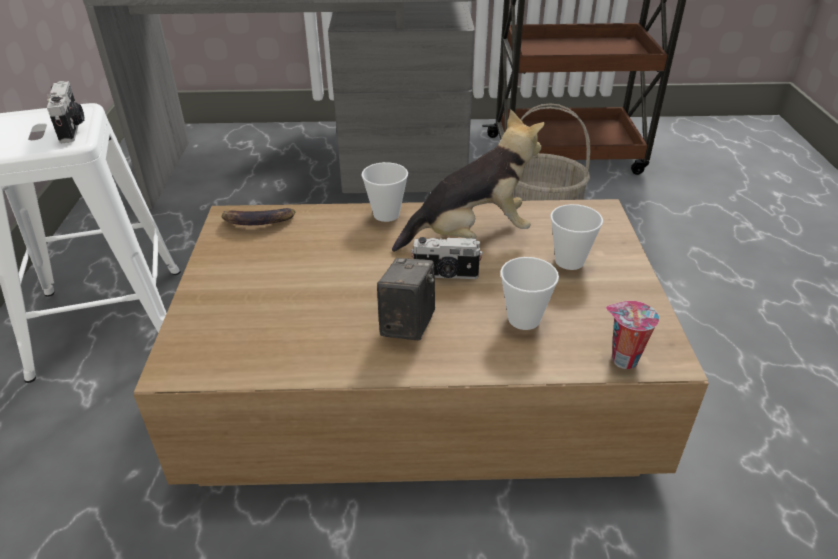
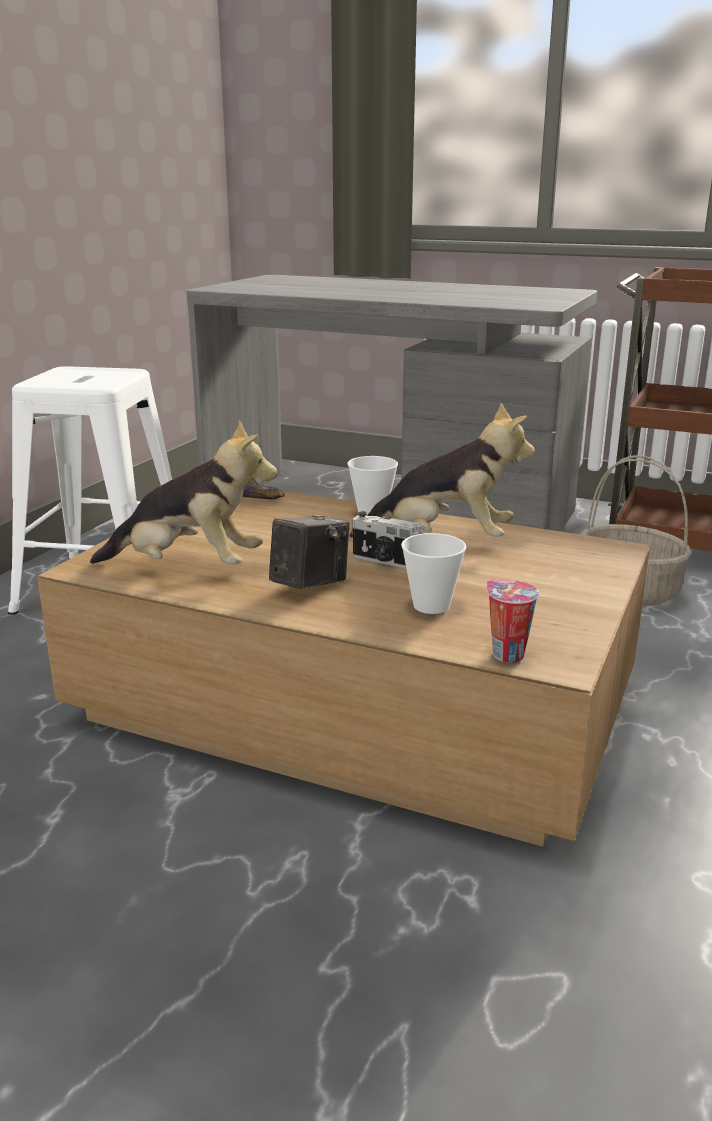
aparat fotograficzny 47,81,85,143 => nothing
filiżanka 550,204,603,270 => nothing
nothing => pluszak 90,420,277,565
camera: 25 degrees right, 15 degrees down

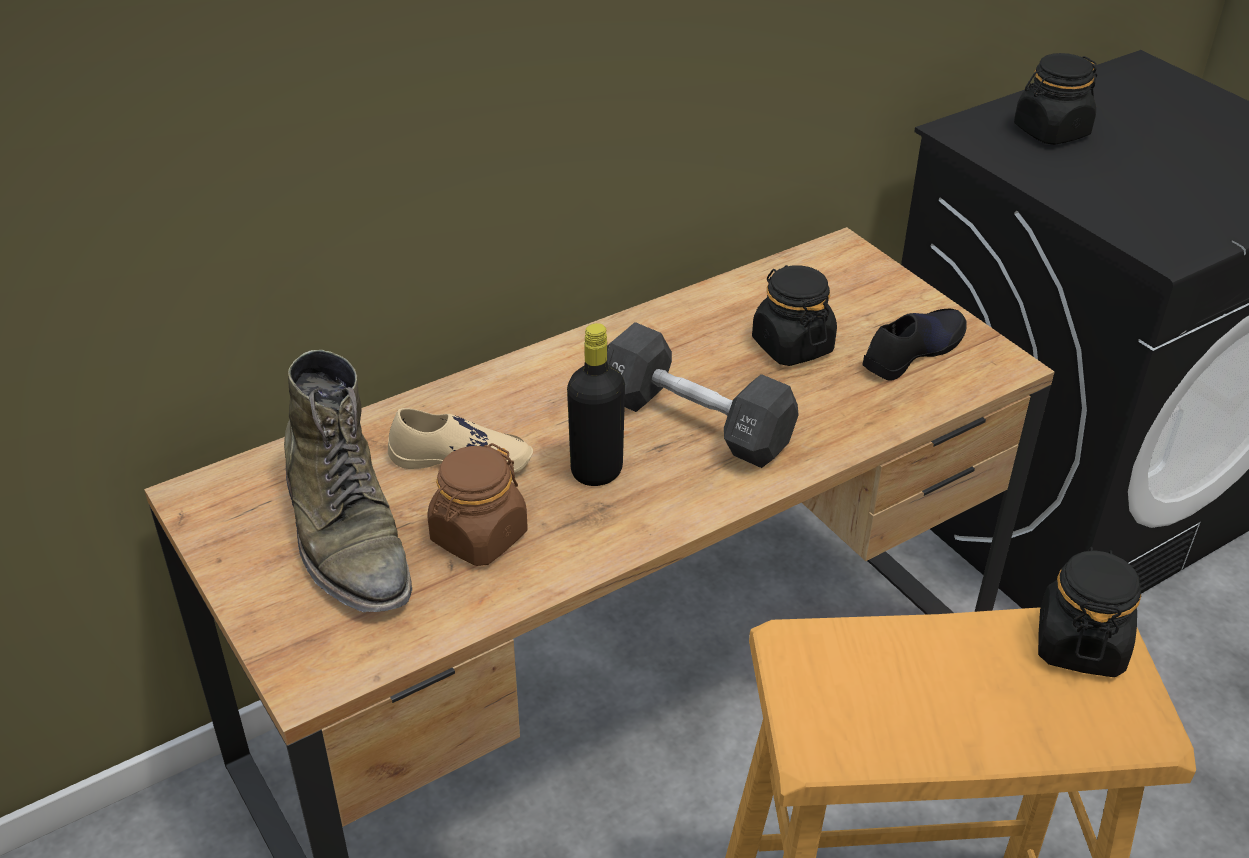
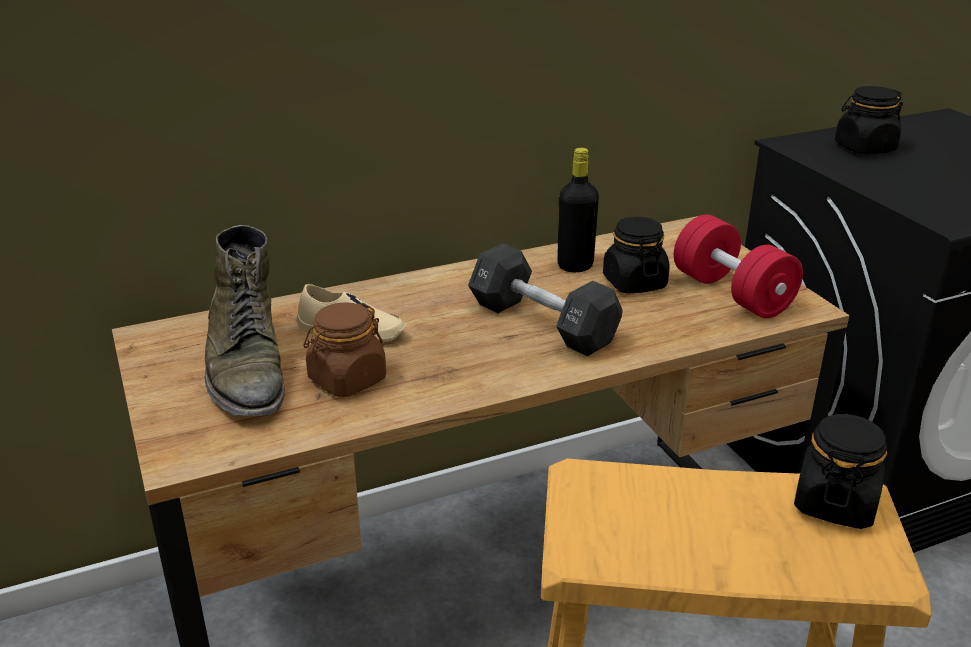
butelka/czarny 567,323,625,486 => butelka/czarny 557,148,599,272, relocated
but/czarny 862,309,967,381 => hantel/czerwony 674,214,803,318
camera: 10 degrees right, 10 degrees down

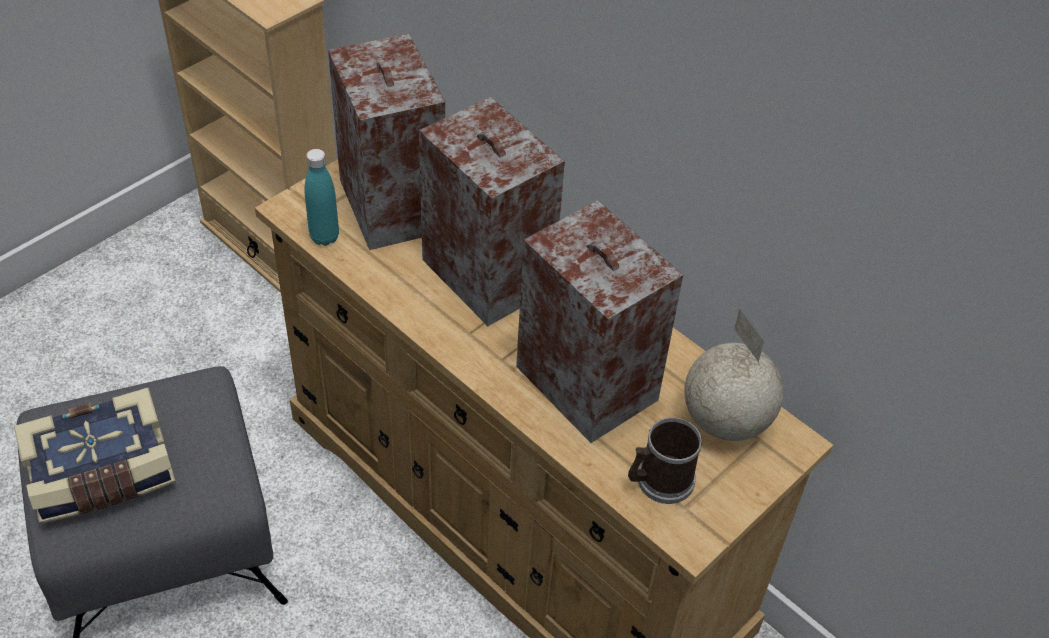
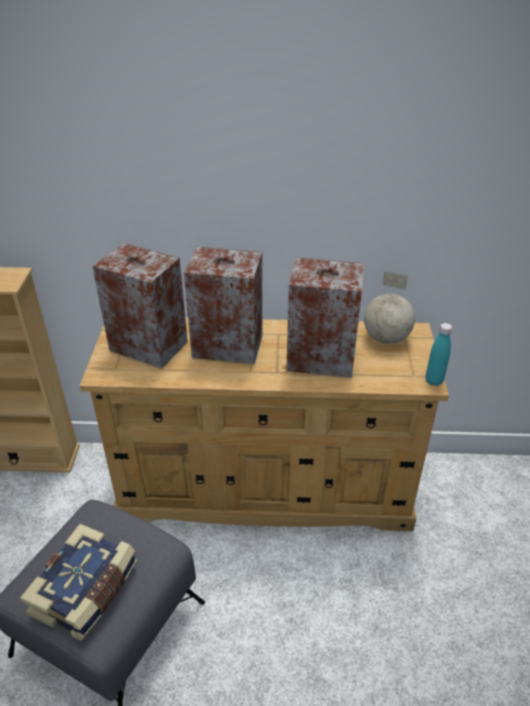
kubek 628,417,702,504 => nothing
butelka/turkusowy 305,149,339,246 => butelka/turkusowy 425,323,452,386, relocated
camera: 40 degrees left, 10 degrees down

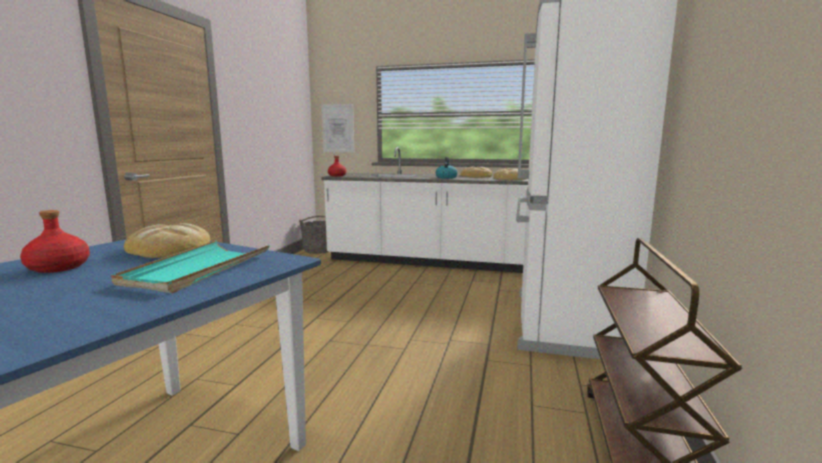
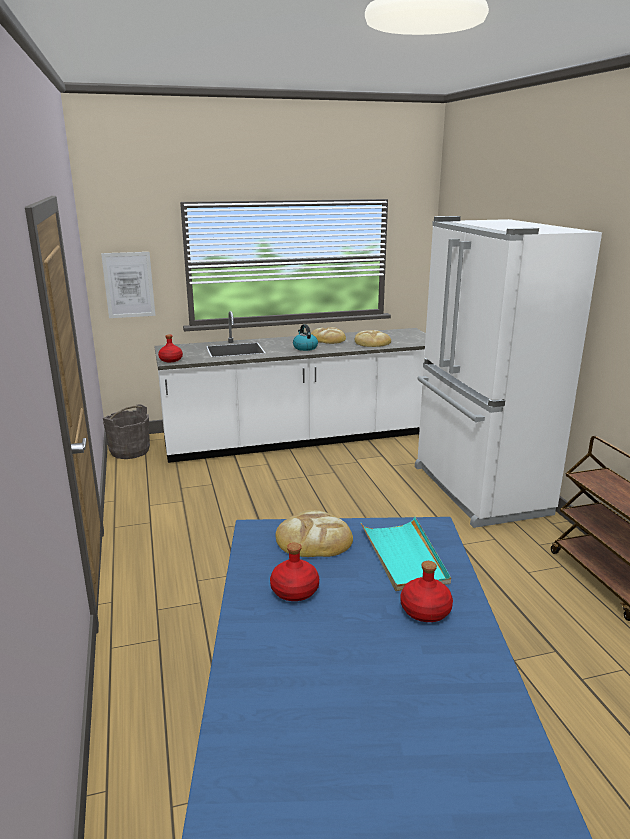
nothing => butelka/czerwony 401,561,453,622
camera: 30 degrees left, 10 degrees up

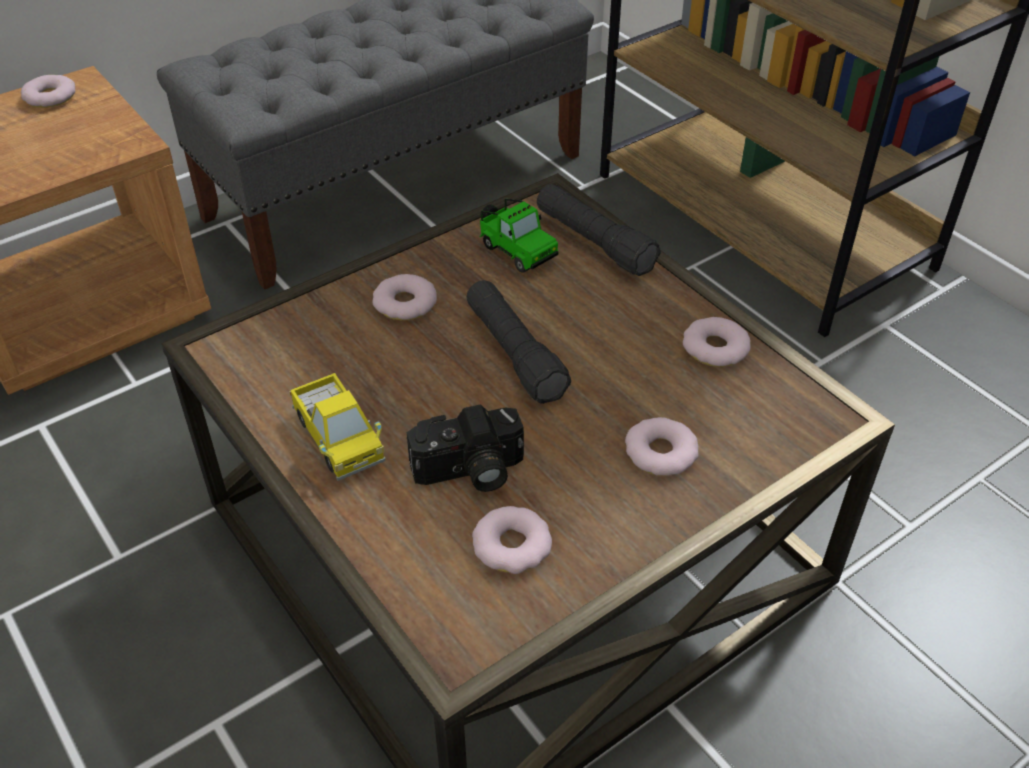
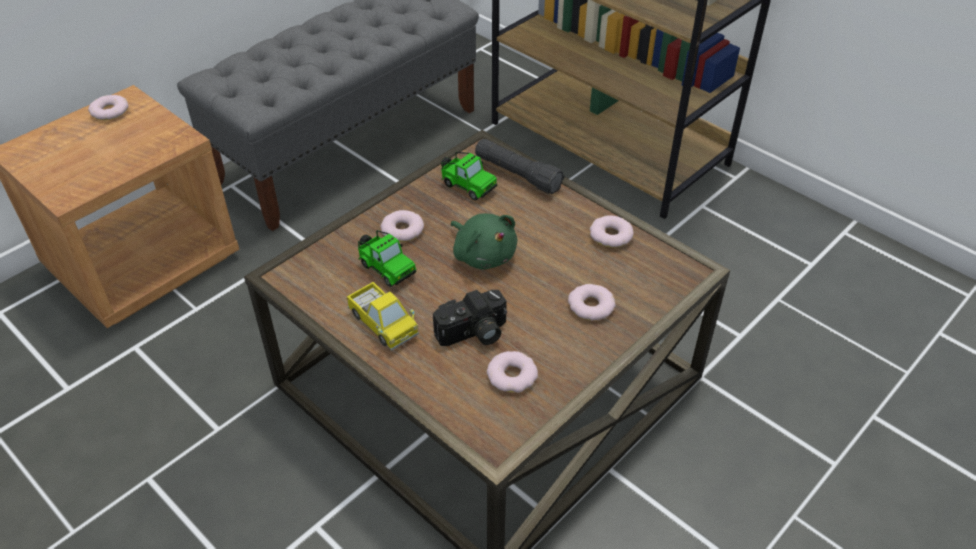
nothing => samochodzik 358,230,417,287
latarka/czarny 467,280,571,404 => pluszak/zielony 451,213,517,270
camera: 10 degrees left, 0 degrees up

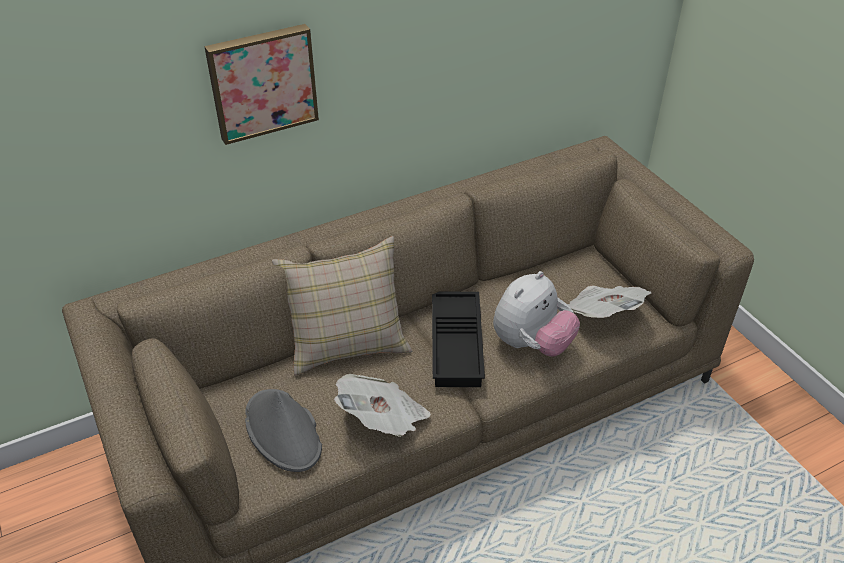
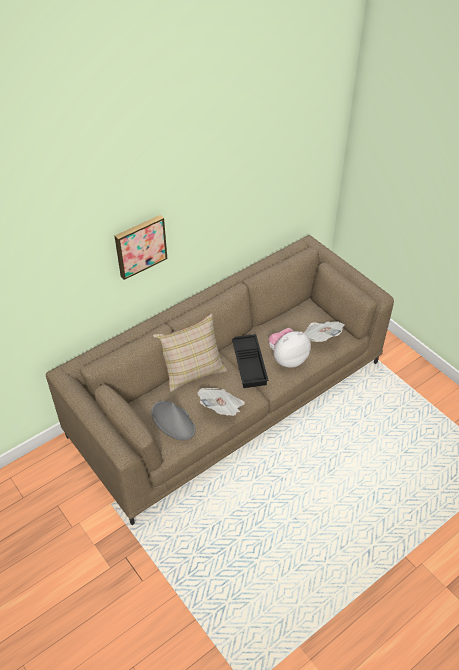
pluszak 493,271,580,357 => pluszak 268,328,311,368, 150 degrees counterclockwise
camera: 10 degrees left, 5 degrees up

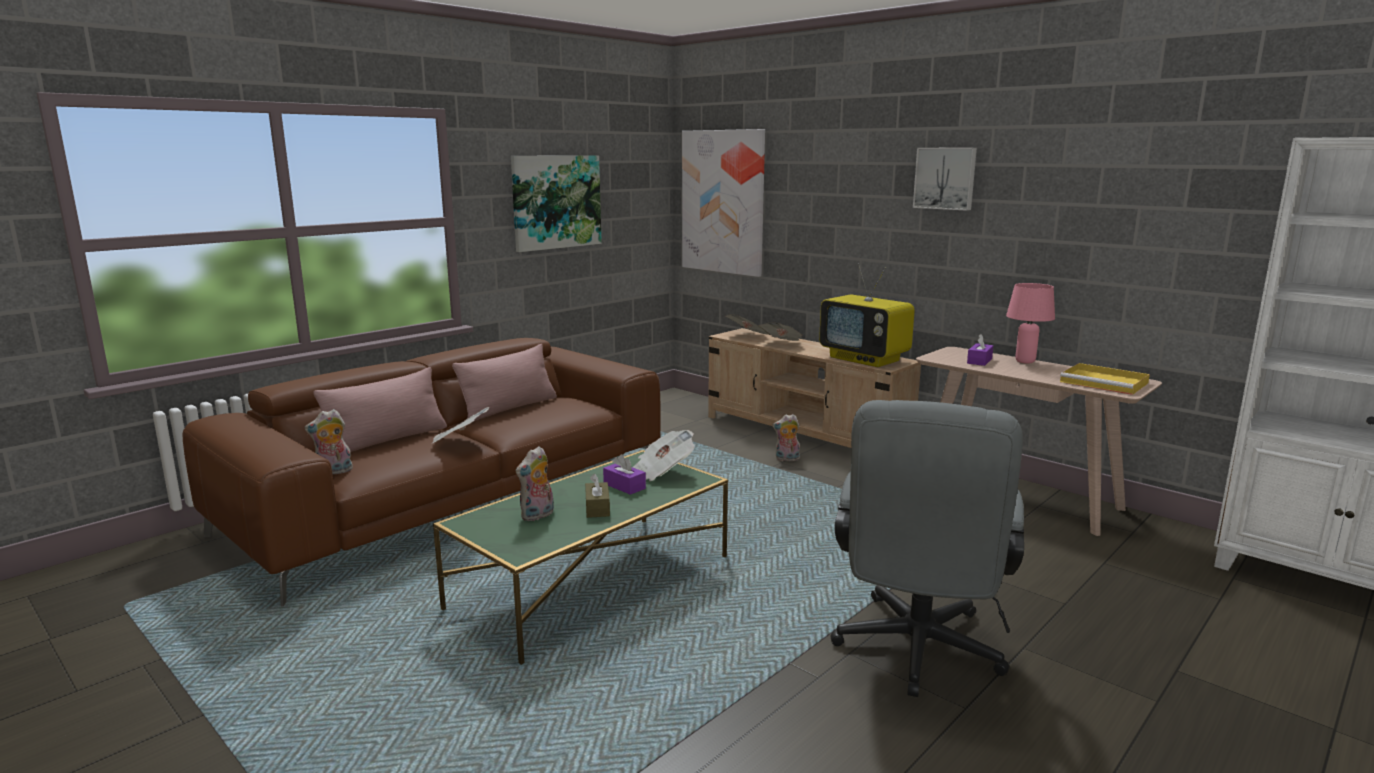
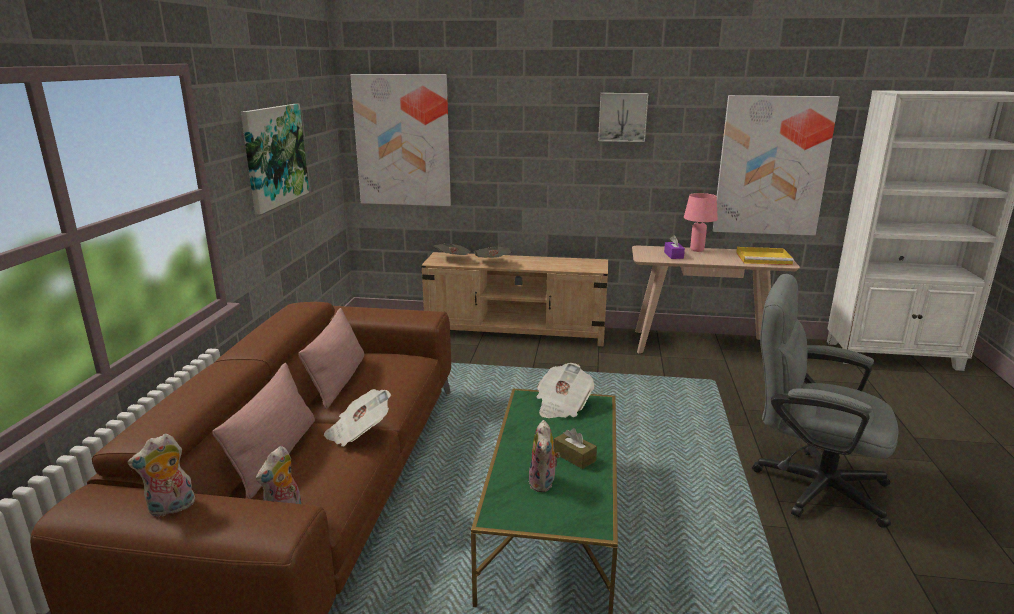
pudełko chusteczek/fioletowy 603,454,646,495 => nothing
telewizor 819,263,915,367 => nothing
nothing => obraz 713,95,839,236
pluszak 772,414,800,461 => pluszak 128,434,195,517, relocated
krzesło biurowe/szary 831,400,1024,697 => krzesło biurowe/szary 752,274,898,528, 135 degrees clockwise
camera: 35 degrees left, 5 degrees up

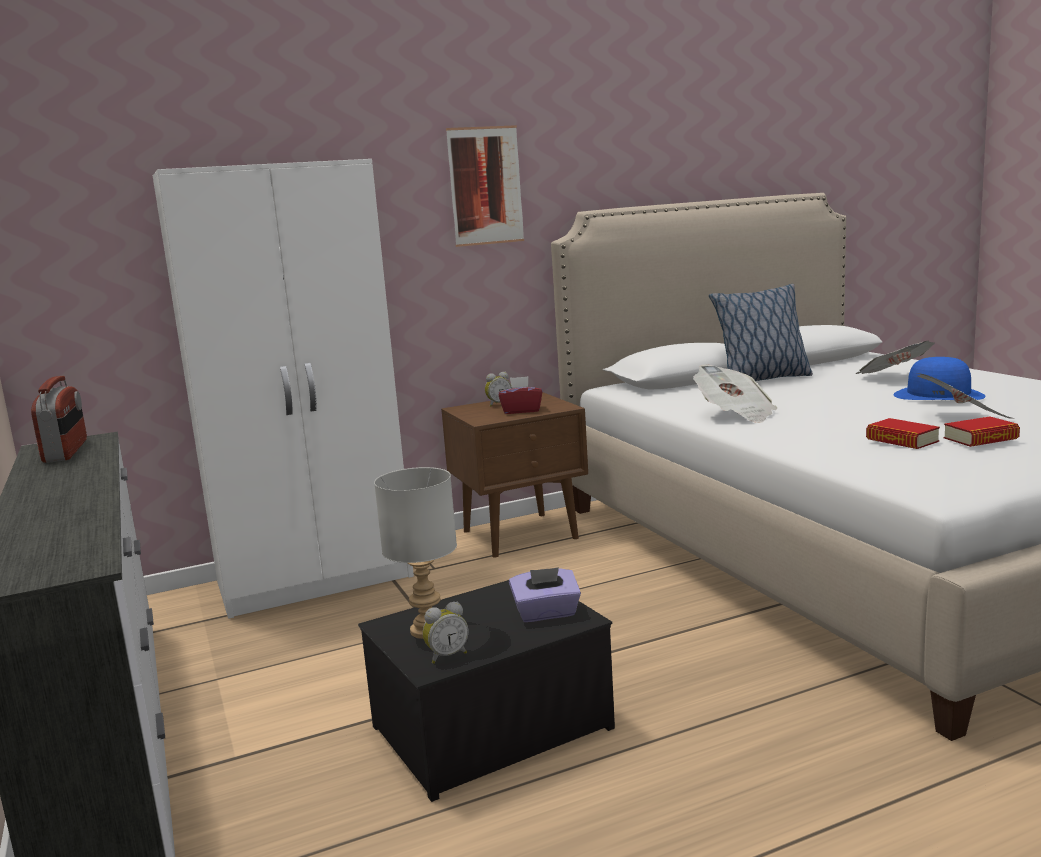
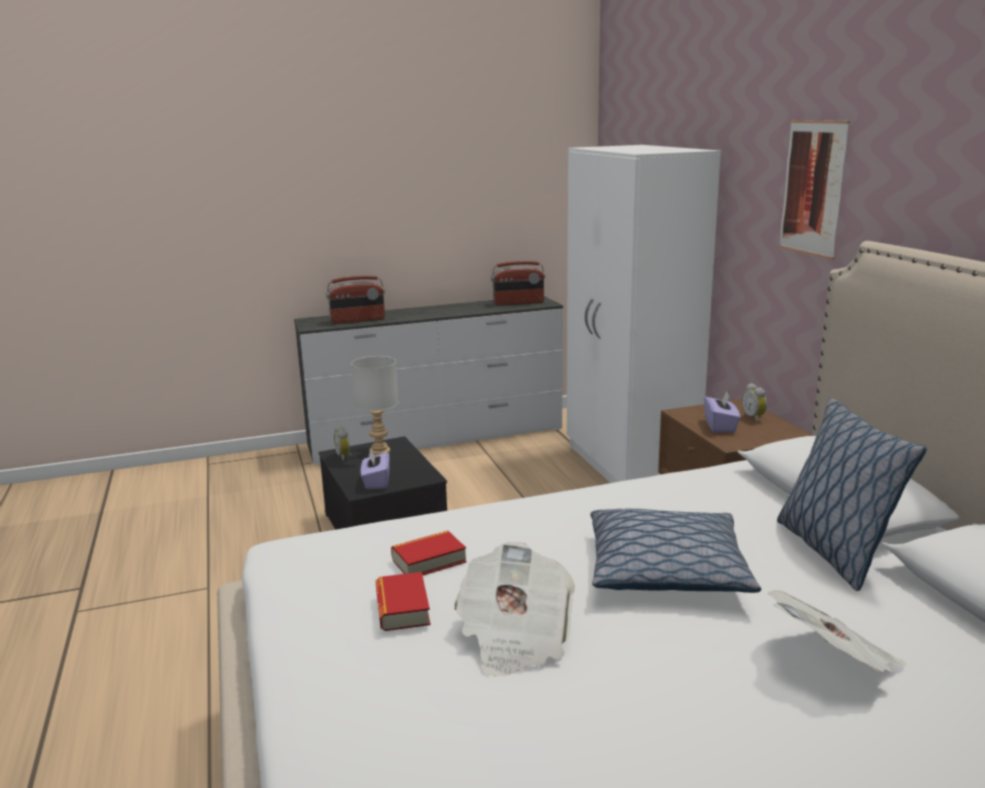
gazeta 693,364,777,423 => nothing
kapelusz/niebieski 894,357,985,400 => nothing
nothing => radio 326,276,385,324
nothing => poduszka 590,509,761,593
pudełko chusteczek/czerwony 498,376,543,414 => pudełko chusteczek/fioletowy 704,391,741,433
camera: 95 degrees right, 5 degrees up

